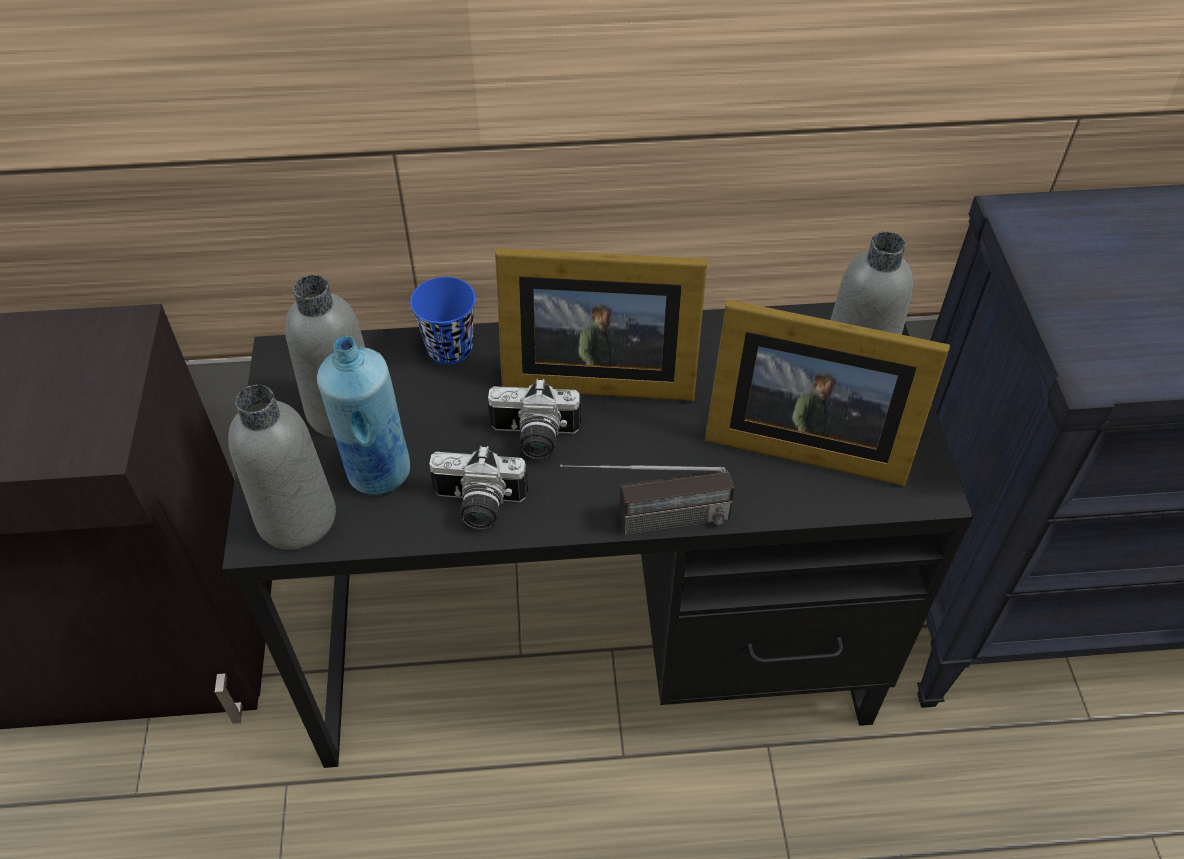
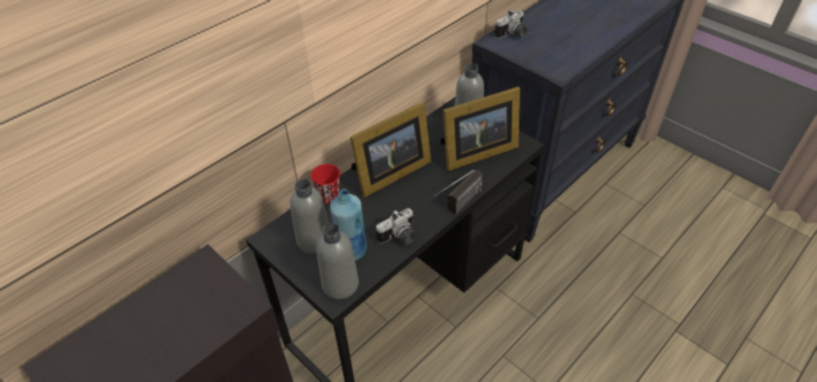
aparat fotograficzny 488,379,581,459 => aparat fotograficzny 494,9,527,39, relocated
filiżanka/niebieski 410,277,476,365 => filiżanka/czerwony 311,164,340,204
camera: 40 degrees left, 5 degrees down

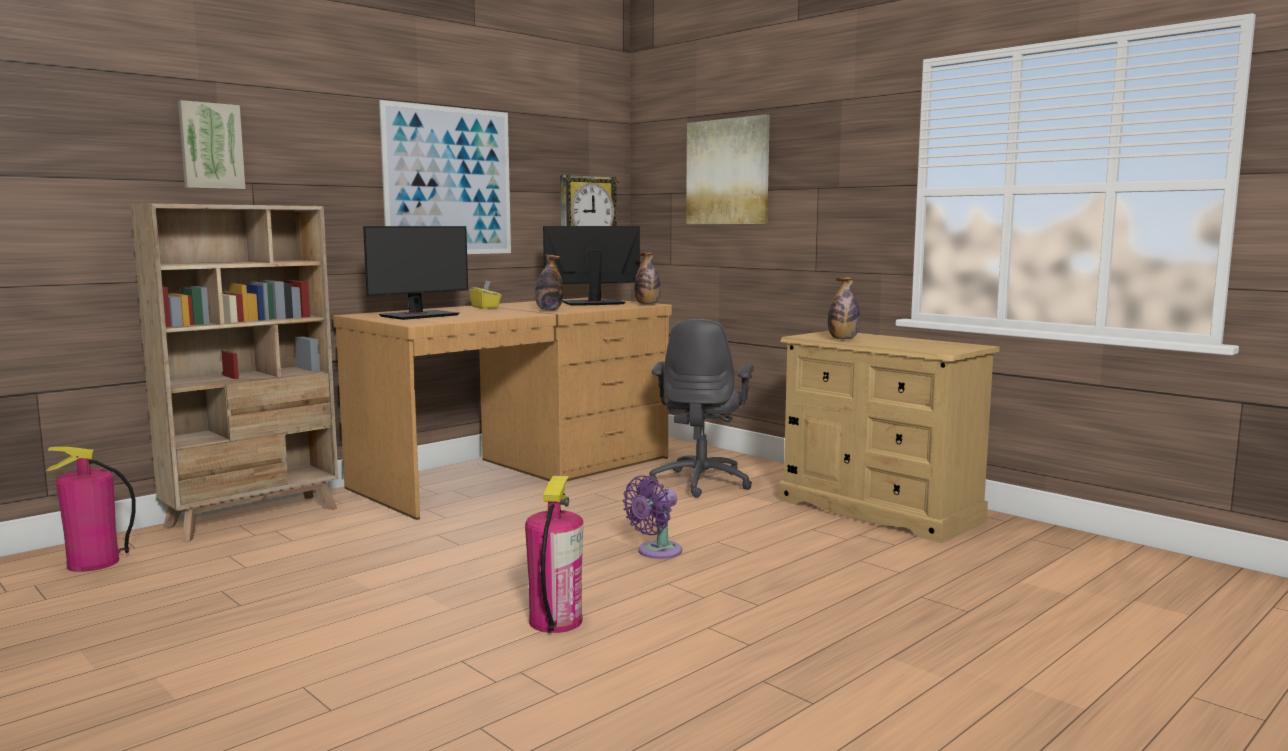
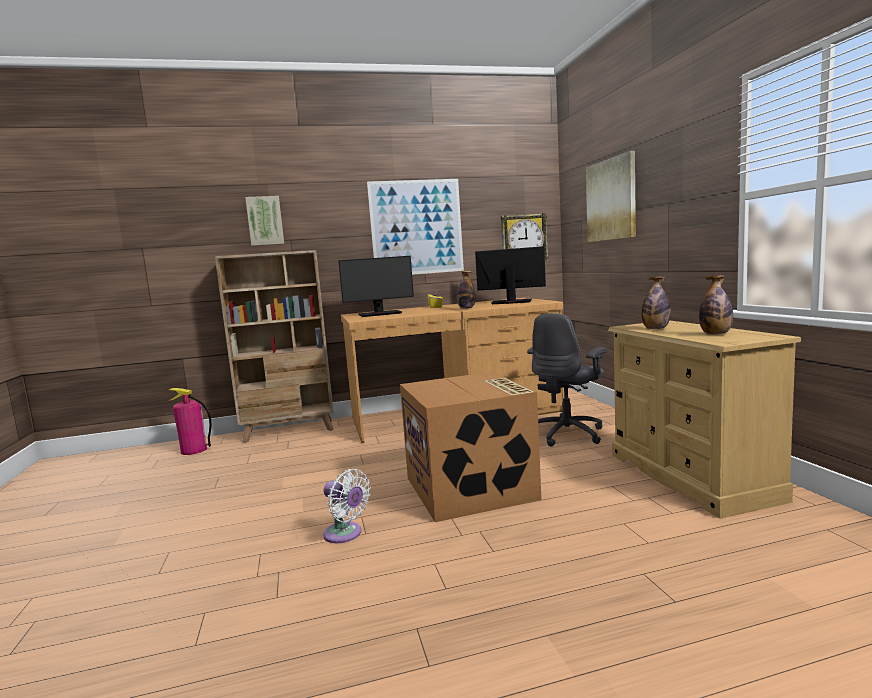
butelka 634,252,661,304 => butelka 699,275,733,334, relocated
gaśnica 525,476,583,633 => wentylator/biały 323,469,371,543
wentylator/fioletowy 623,475,682,559 => karton 400,372,541,522
camera: 30 degrees right, 0 degrees up

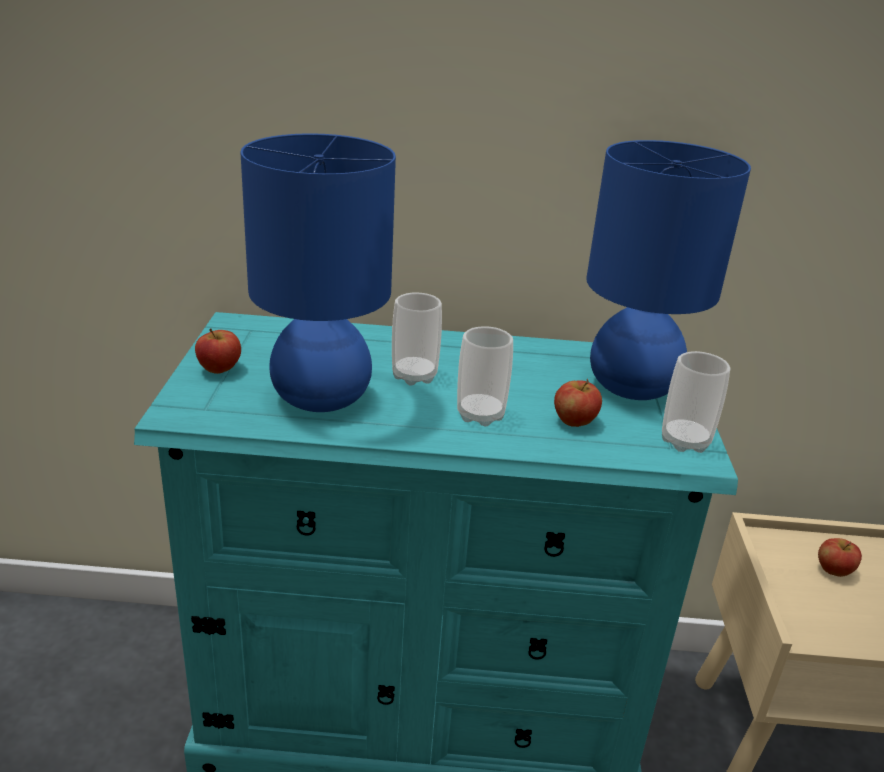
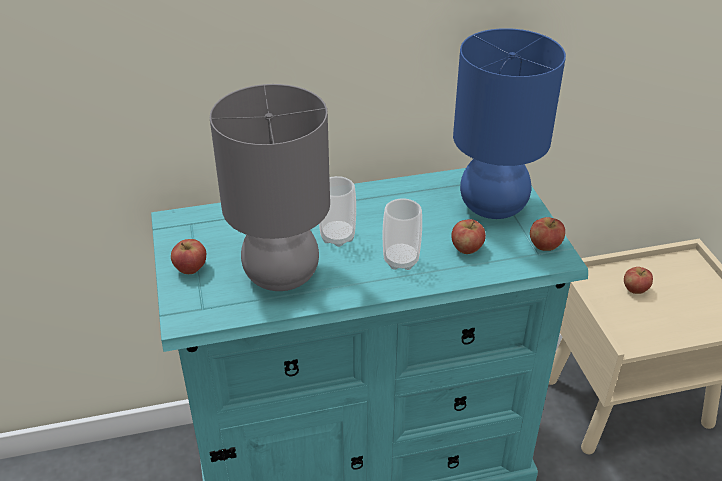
filiżanka 662,351,731,453 => jabłko 530,217,565,251
lampa stołowa/niebieski 240,134,396,412 => lampa stołowa/szary 210,84,330,291
camera: 15 degrees left, 10 degrees up

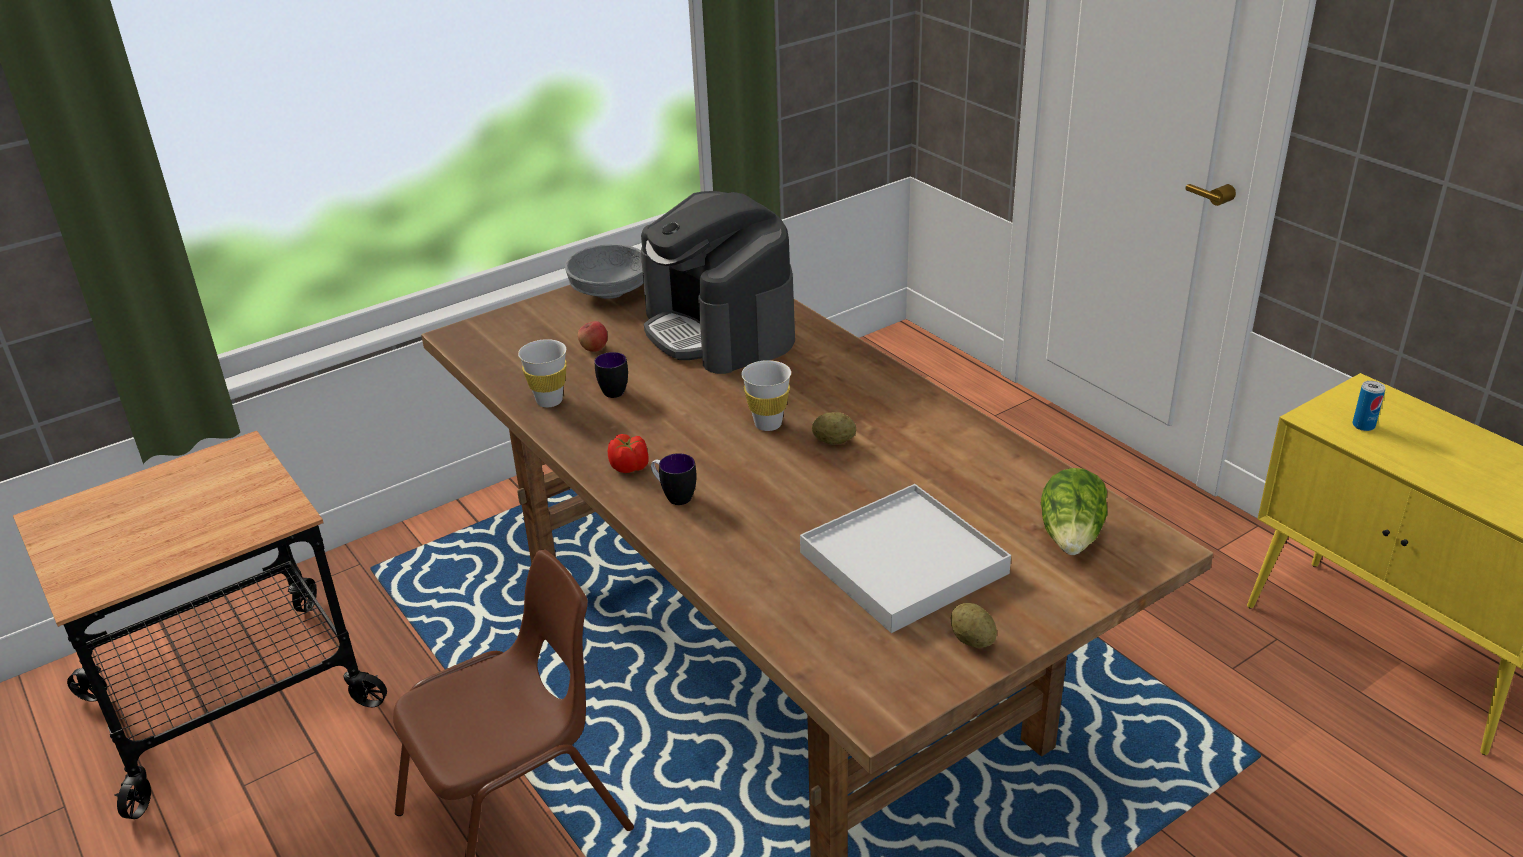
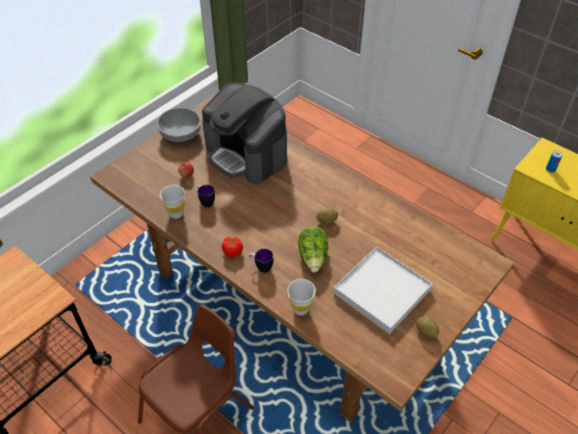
filiżanka/biały 741,360,791,431 => filiżanka/biały 287,279,316,316, relocated
sałata 1041,468,1108,555 => sałata 298,226,328,273, relocated
camera: 15 degrees left, 15 degrees up

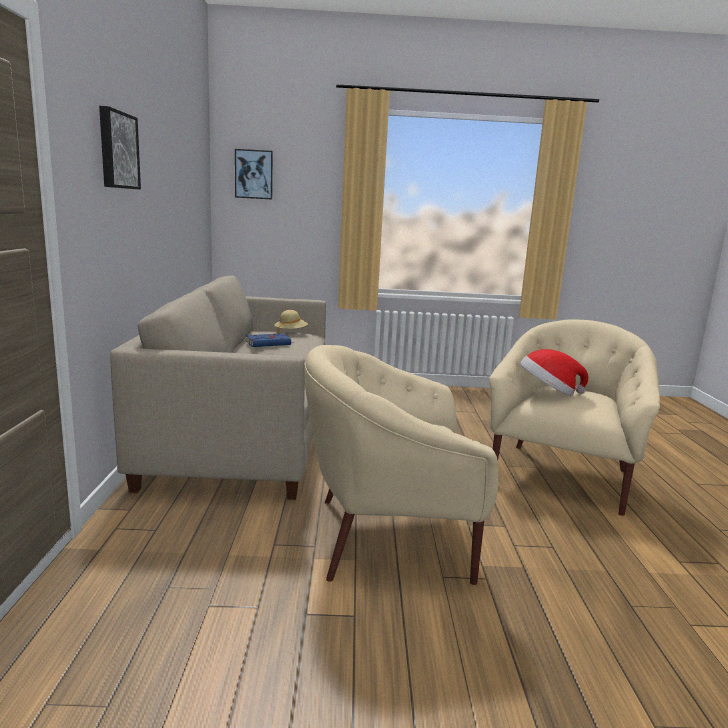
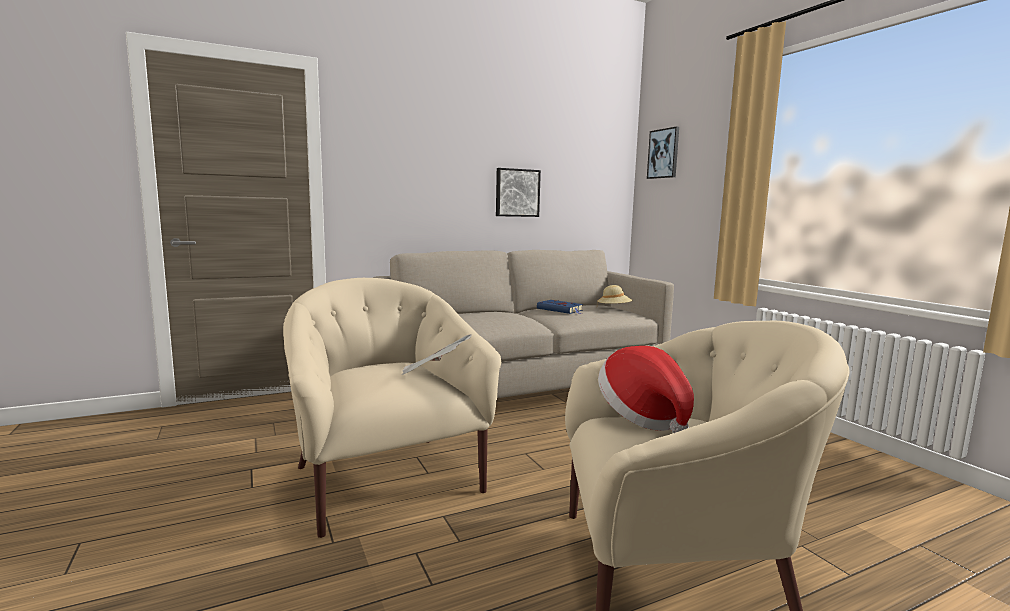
nothing => gazeta 401,334,472,375
obraz 99,106,141,190 => obraz 496,168,541,217, relocated
camera: 65 degrees right, 5 degrees down

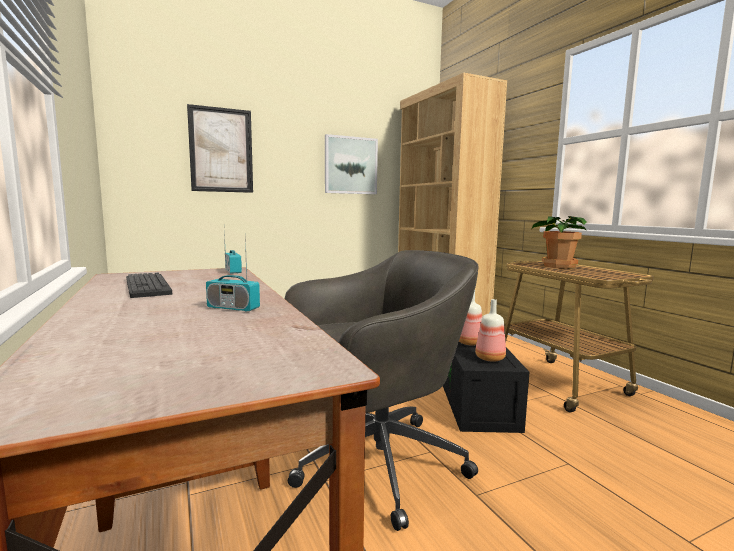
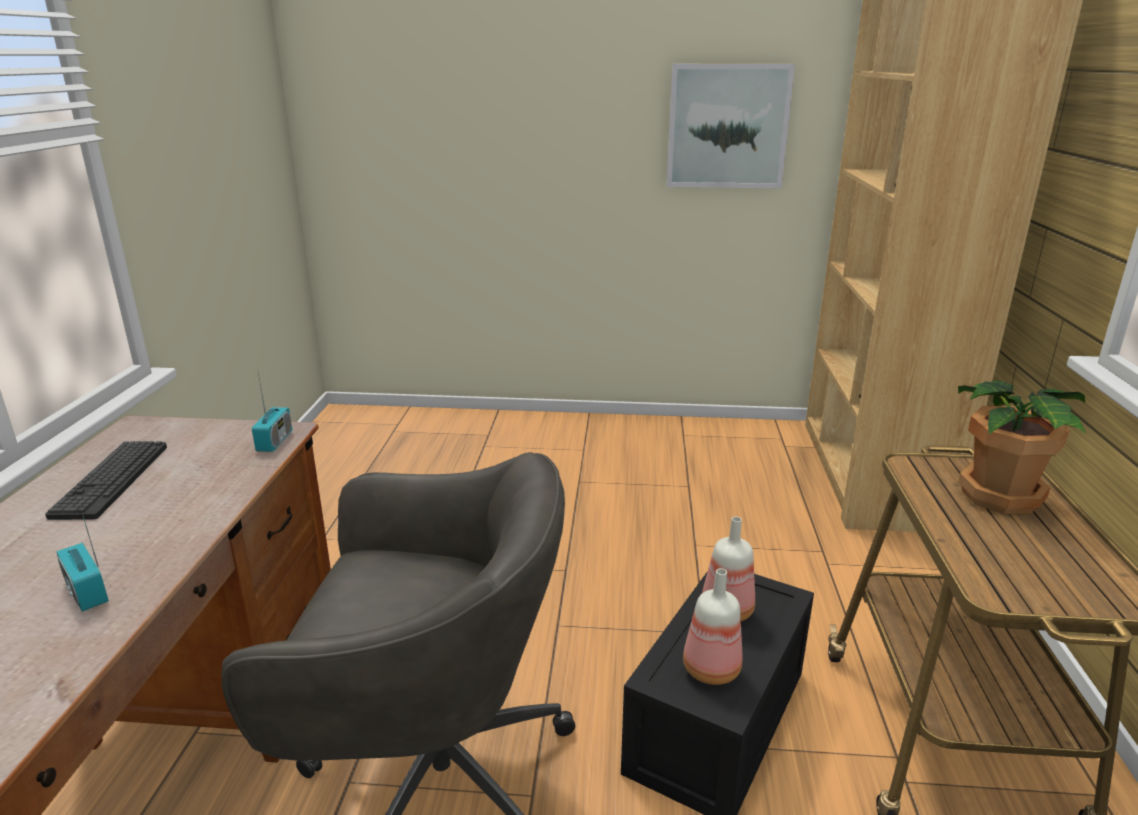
obraz 187,104,253,193 => nothing
camera: 30 degrees right, 15 degrees up

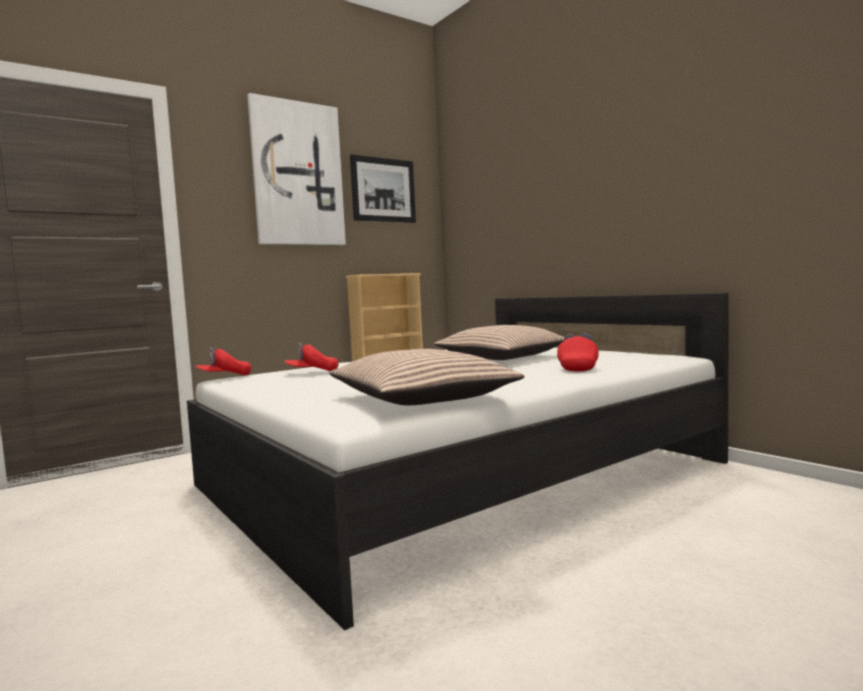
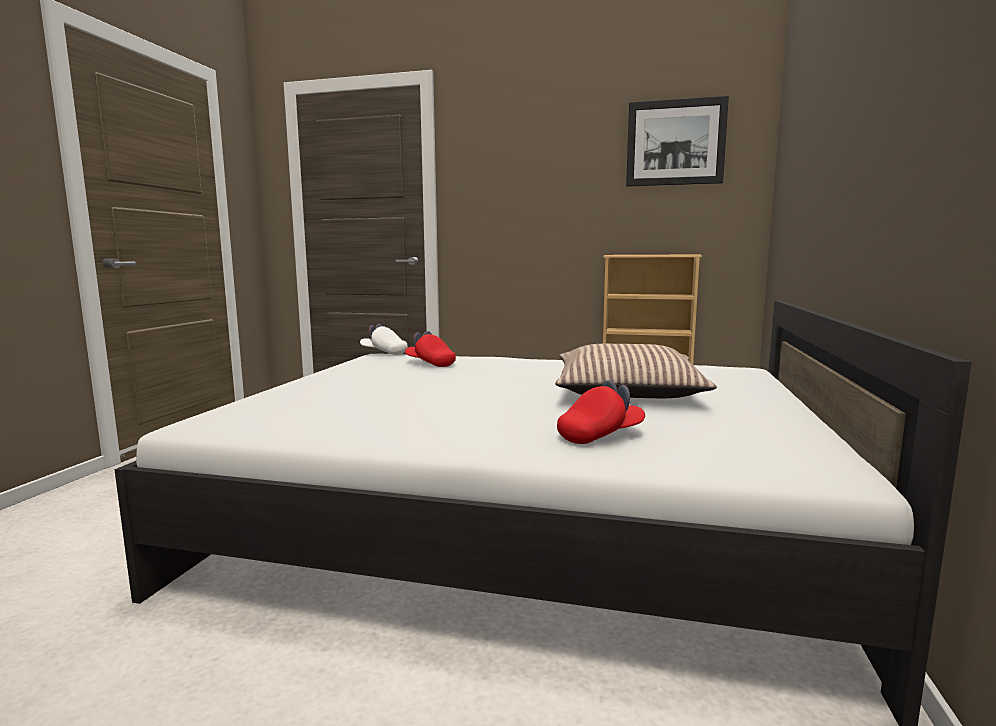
obraz 247,93,346,245 => nothing
poduszka 330,349,524,405 => nothing
czapka z daszkiem/czerwony 195,347,251,376 => czapka z daszkiem/biały 360,324,408,355
camera: 50 degrees right, 5 degrees up

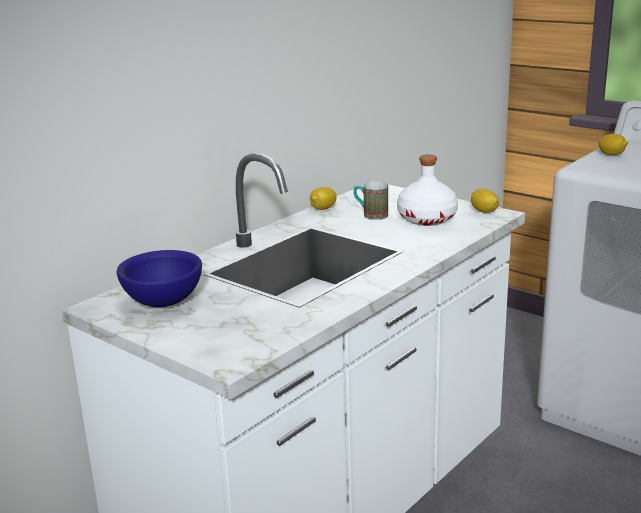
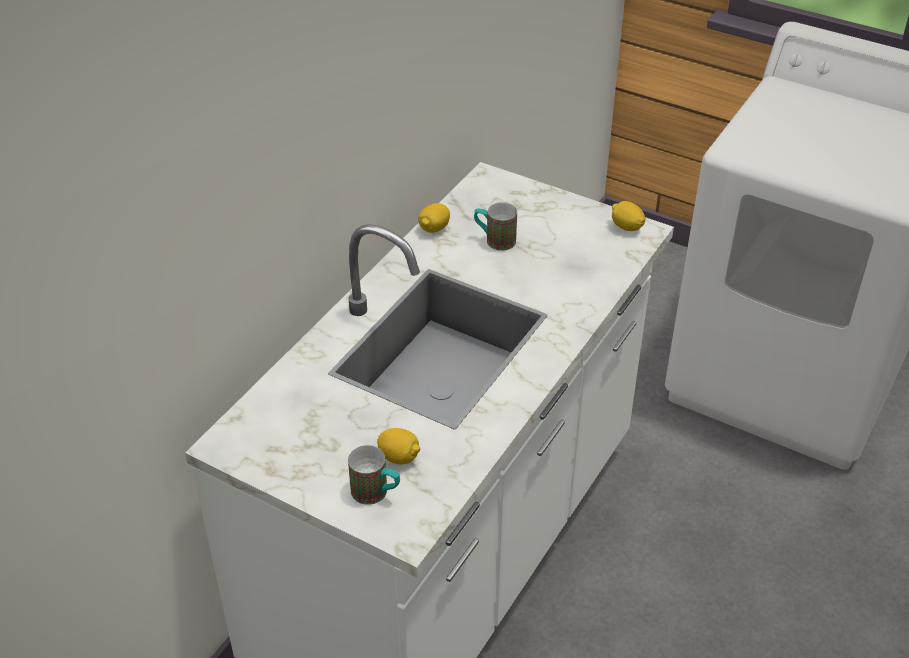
miska/niebieski 117,250,202,307 => nothing
butelka/biały 397,154,458,226 => nothing
nothing => kubek 348,445,400,505
cytryna 598,134,628,155 => cytryna 377,428,420,464, relocated
camera: 10 degrees left, 20 degrees up

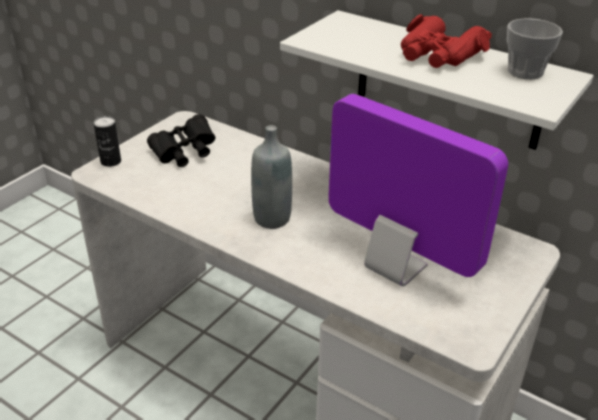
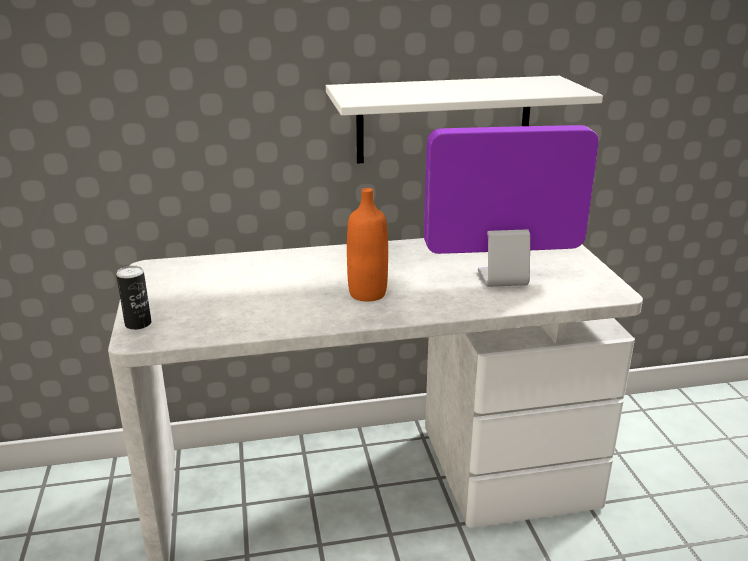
lornetka/czarny 147,114,215,167 => nothing
lornetka/czerwony 401,14,492,68 => nothing
filiżanka 507,18,563,79 => nothing
butelka/szary 251,125,292,229 => butelka/pomarańczowy 347,188,388,301
camera: 45 degrees left, 10 degrees down

